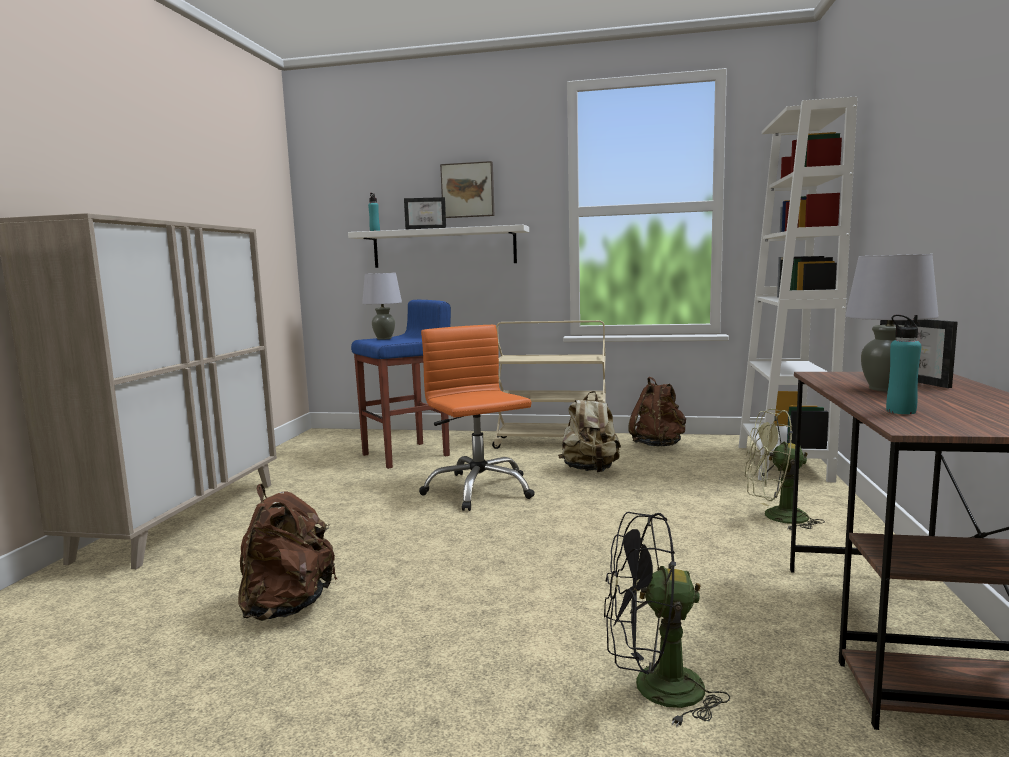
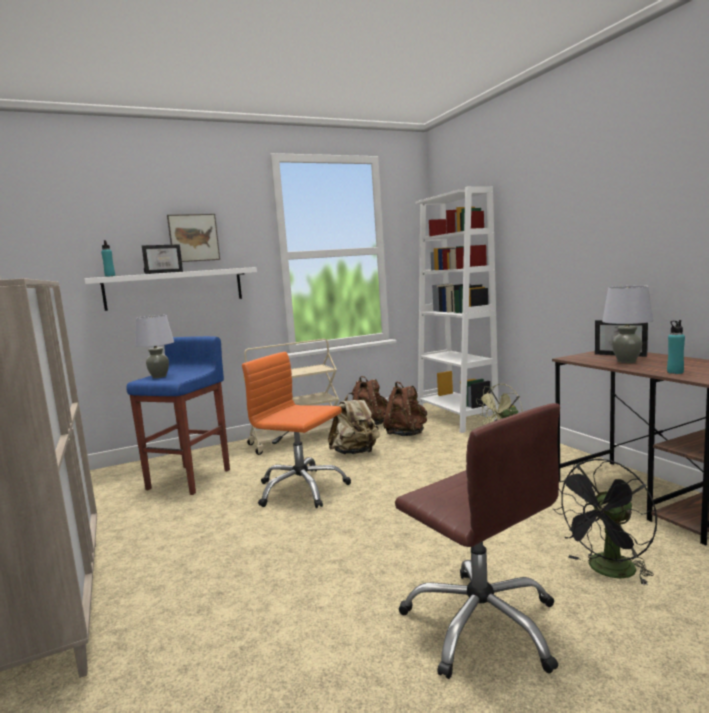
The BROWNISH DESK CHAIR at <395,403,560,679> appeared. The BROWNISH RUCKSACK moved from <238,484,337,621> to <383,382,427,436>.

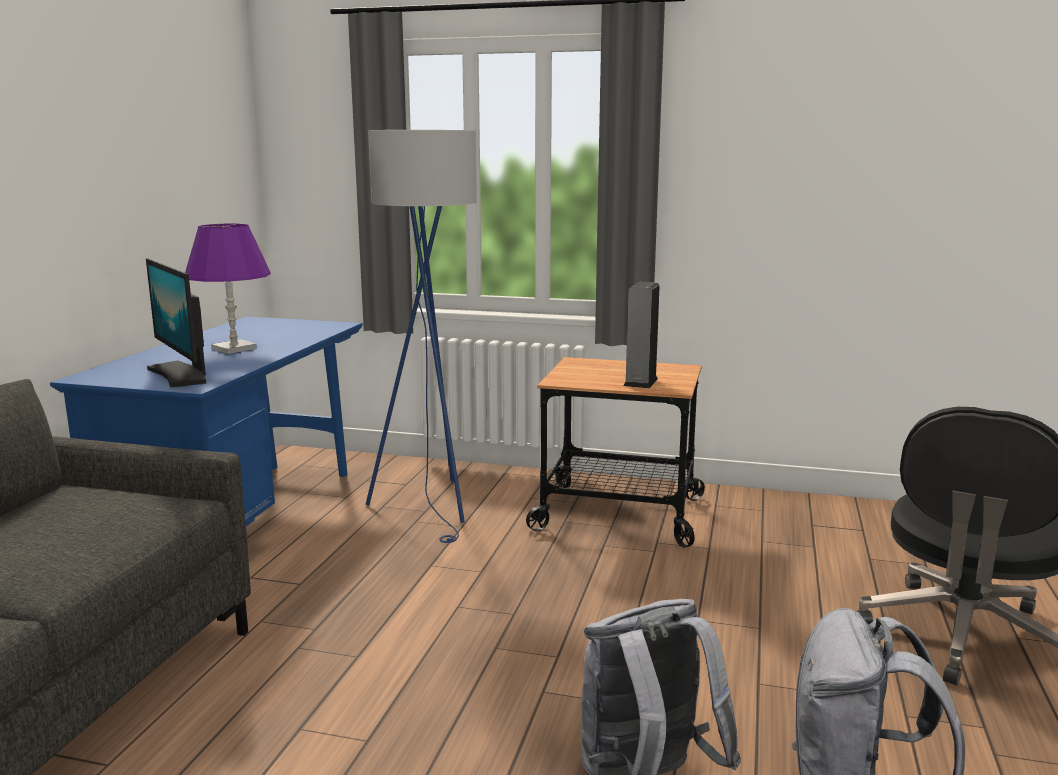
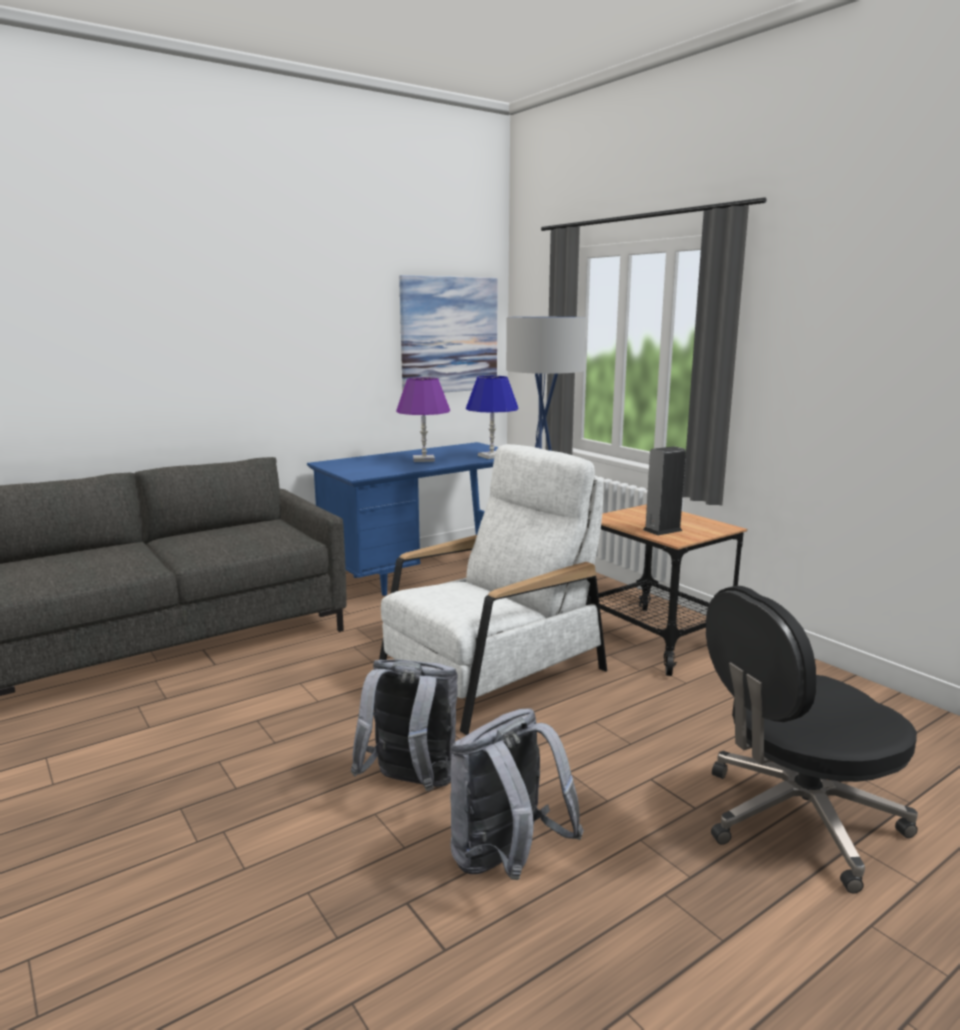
The COMPUTER DISPLAY at <146,258,207,387> disappeared. The WHITE ARMCHAIR at <379,444,607,735> appeared. The PICTURE at <399,275,498,393> appeared. The BLUE-COLOURED TABLETOP LAMP at <466,376,519,459> appeared.

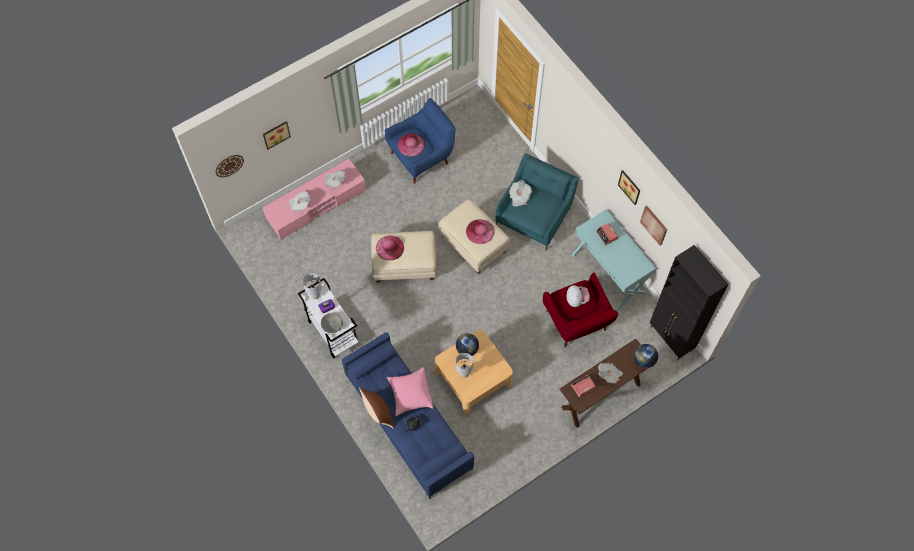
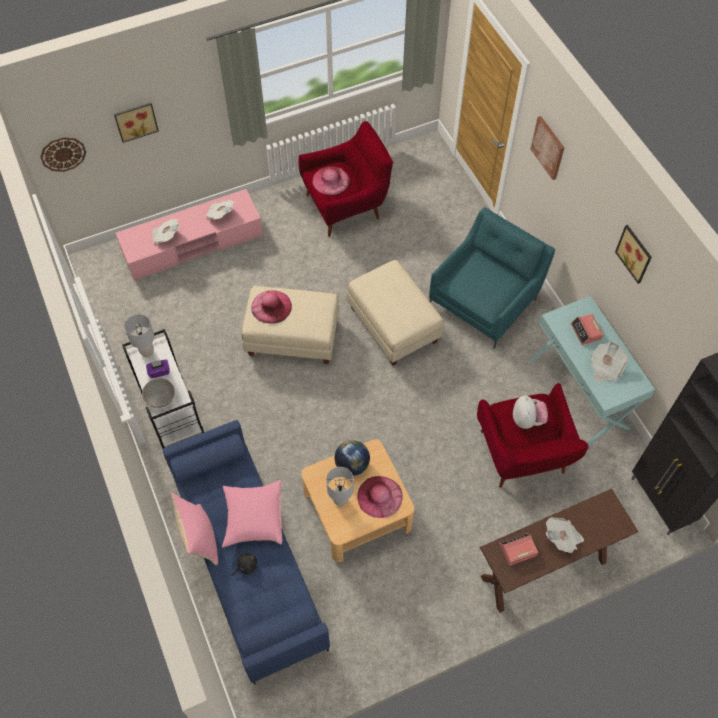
The DESK GLOBE at <634,344,658,368> disappeared. The PINK-COLOURED WEARABLE HAT moved from <466,219,494,244> to <357,476,402,518>. The PRINTED PAPER moved from <509,180,532,207> to <591,341,628,382>. The PICTURE moved from <640,206,667,245> to <531,116,565,180>. The BROWNISH THROW PILLOW at <359,387,394,428> became the PINK-COLOURED THROW PILLOW at <171,492,218,565>. The BLUE-COLOURED ARMCHAIR at <385,98,456,184> became the RED ARMCHAIR at <299,121,393,237>.

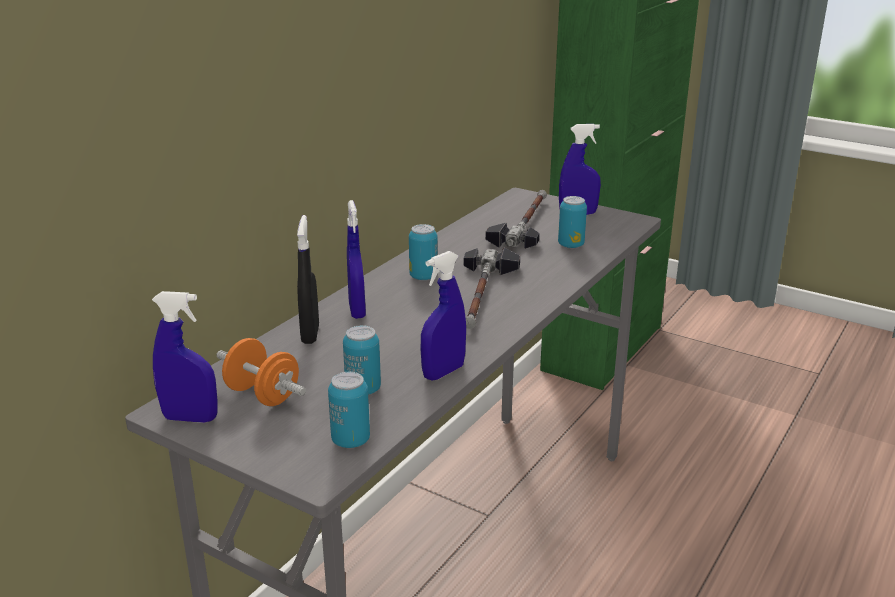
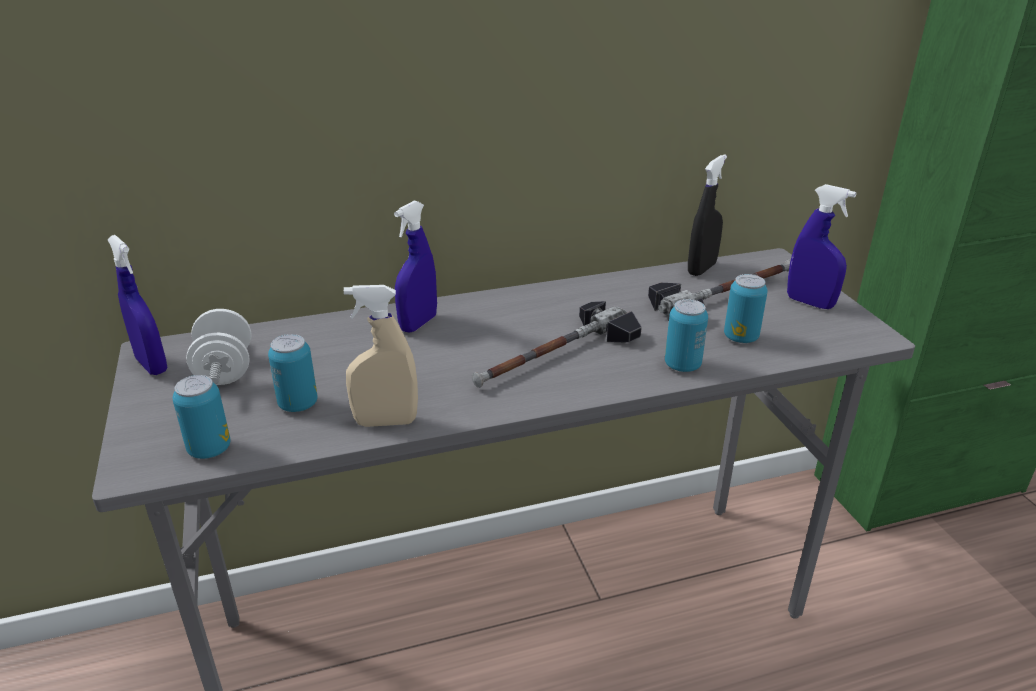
The BLACKISH SPRAYER moved from <297,215,319,344> to <688,154,727,276>. The CAN moved from <409,224,438,280> to <665,299,708,372>. The ORANGEY FREE WEIGHT at <217,338,306,406> became the WHITE FREE WEIGHT at <186,309,252,385>. The BLUE-COLOURED SPRAYER at <421,251,466,380> became the BEIGE-COLOURED SPRAYER at <344,285,418,427>.

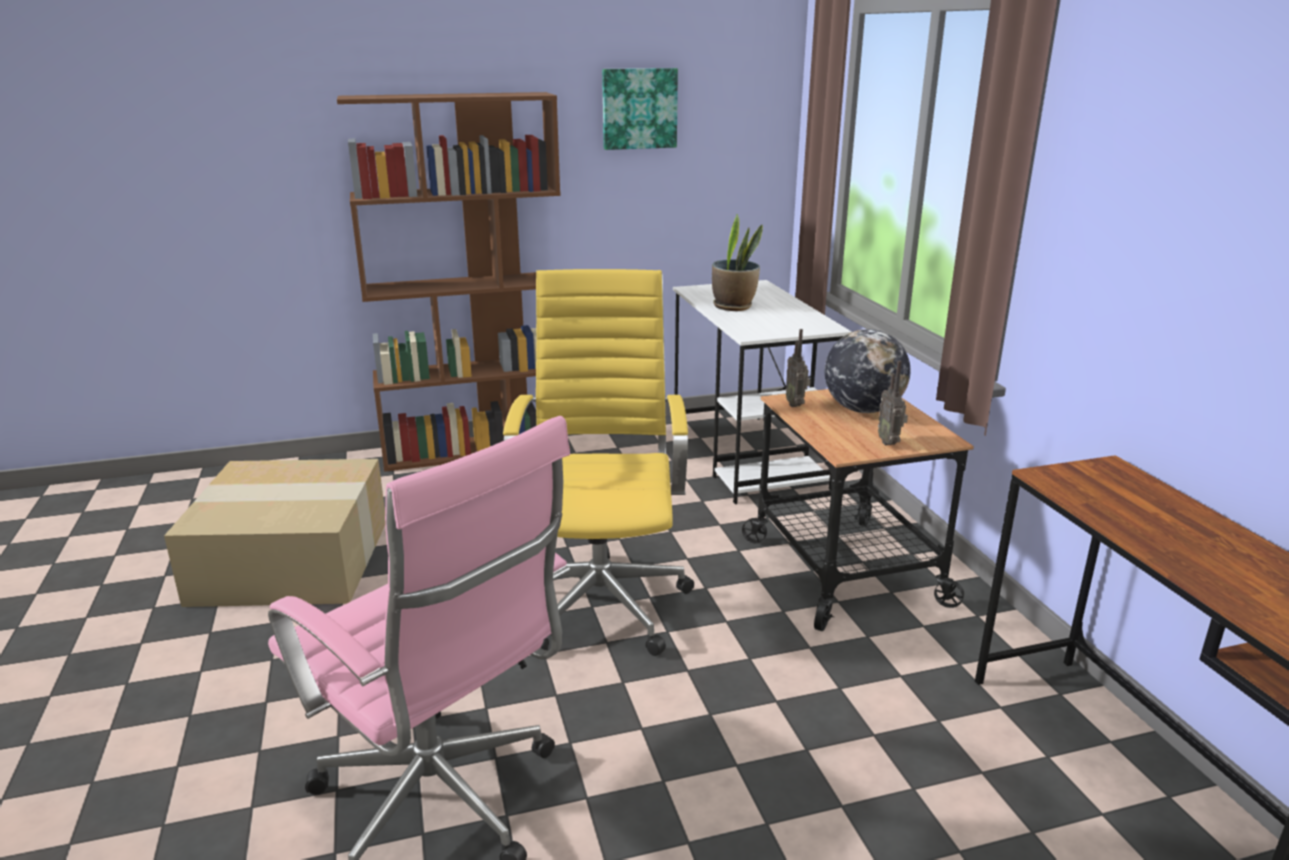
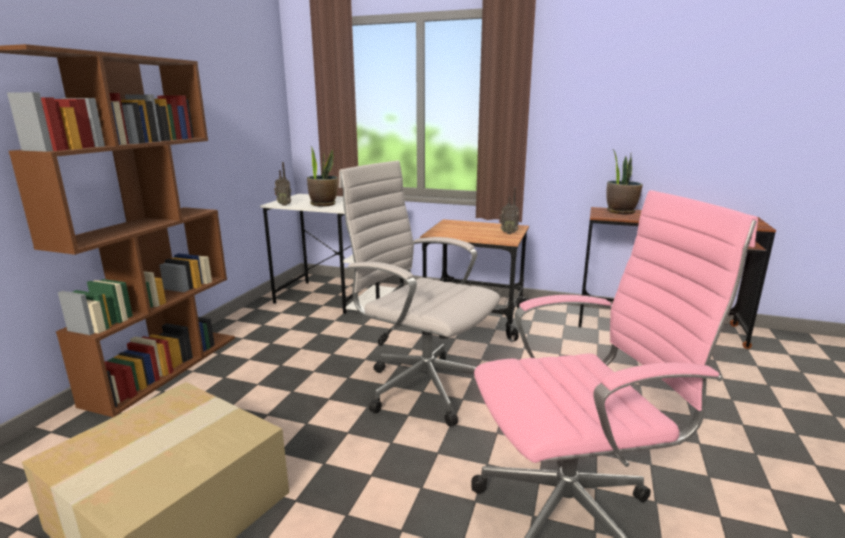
The PICTURE at <602,68,678,150> disappeared. The DESK GLOBE at <825,329,911,413> disappeared. The HOUSEPLANT at <606,150,643,214> appeared. The RADIO SET moved from <786,329,811,407> to <274,162,291,206>. The YELLOW DESK CHAIR at <503,269,694,656> became the WHITE DESK CHAIR at <339,161,500,427>.

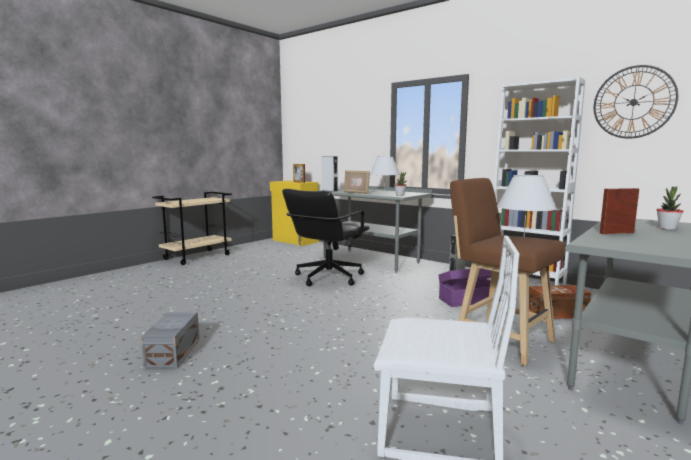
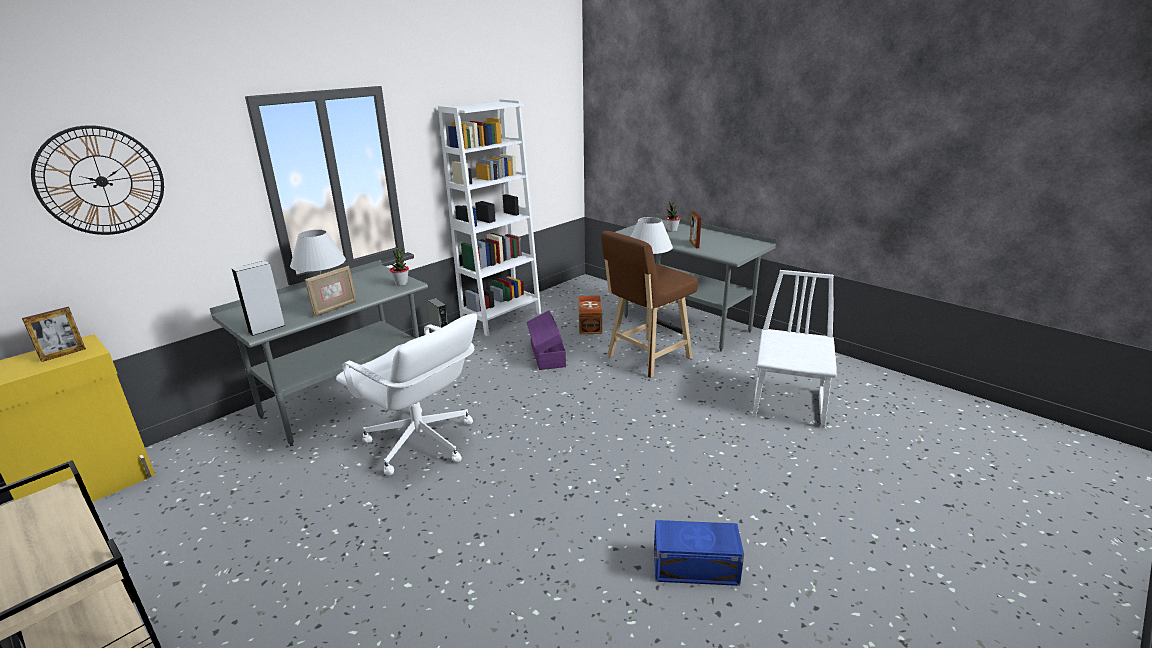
The WALL CLOCK moved from <594,65,678,139> to <31,125,164,235>. The GREYISH STORAGE BIN at <141,312,199,369> became the BLUE-COLOURED STORAGE BIN at <654,520,744,586>. The BLACKISH DESK CHAIR at <282,189,370,286> became the WHITE DESK CHAIR at <336,314,477,475>.

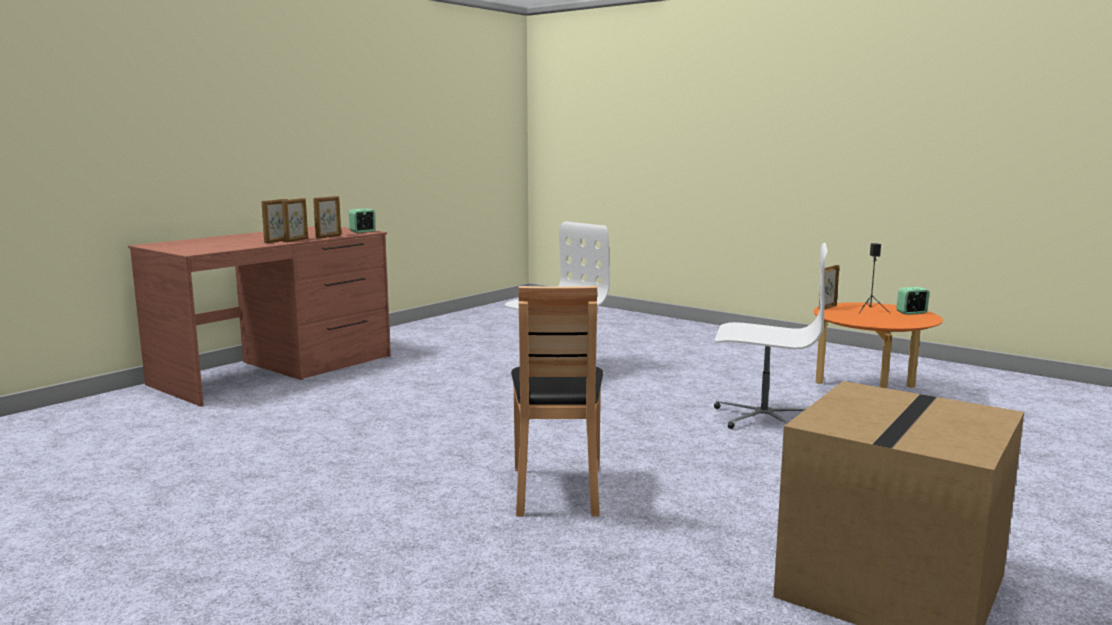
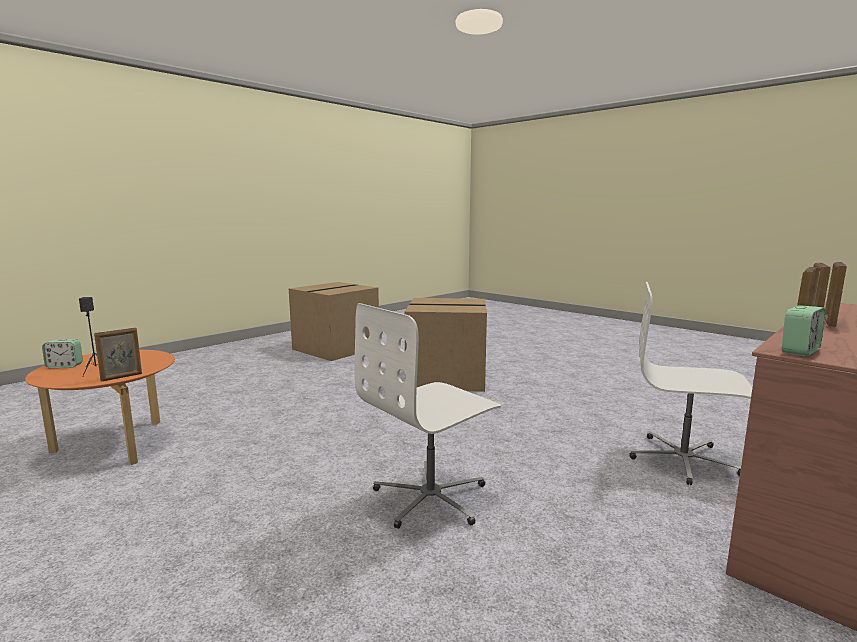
The WHITE DESK CHAIR moved from <714,243,828,429> to <630,282,752,485>. The BROWNISH PLAIN CHAIR at <511,286,603,517> was replaced by the CARTON at <404,298,487,392>.

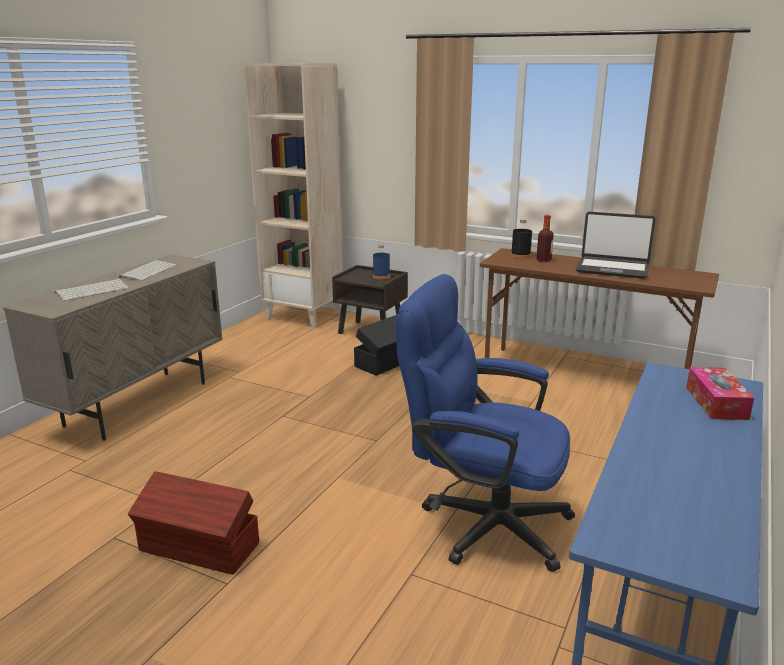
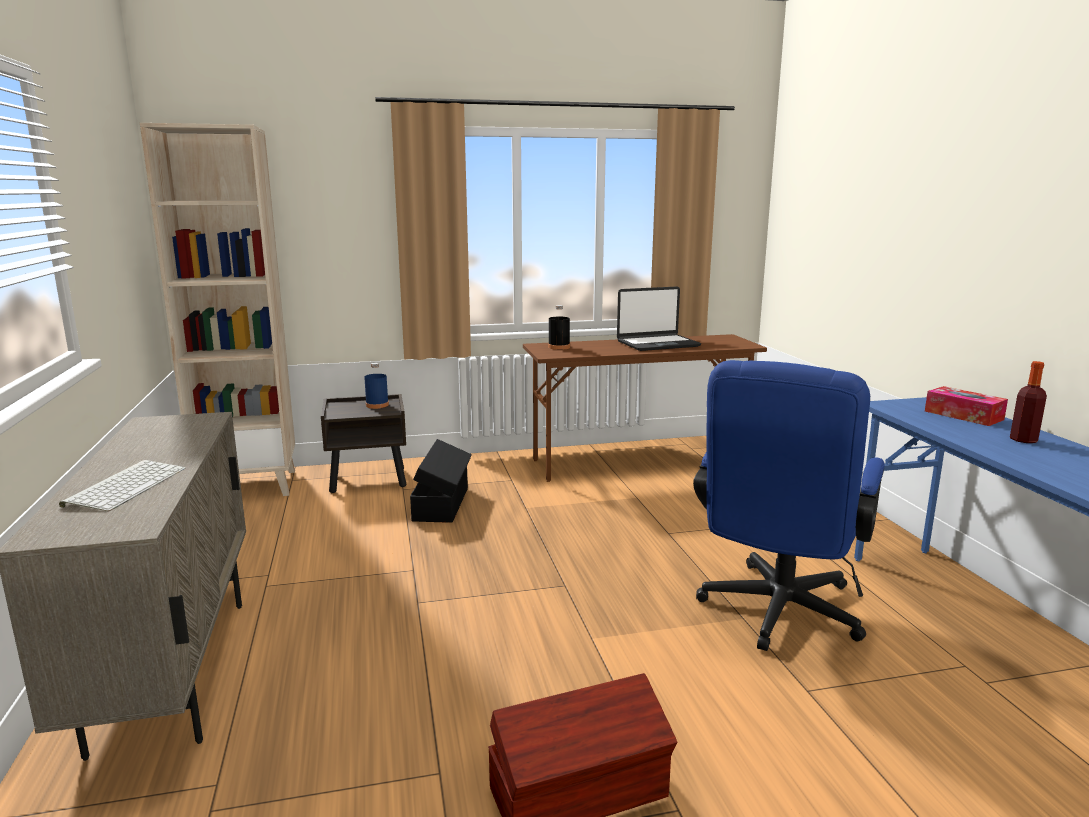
The KEYBOARD at <119,260,176,281> disappeared. The DRINK BOTTLE moved from <536,215,554,262> to <1010,361,1047,443>. The BLUE-COLOURED DESK CHAIR at <396,274,575,572> turned 45 degrees counterclockwise.

